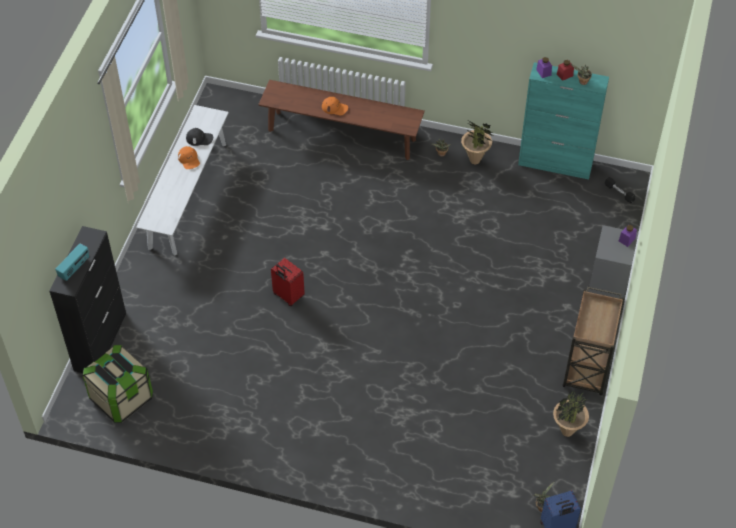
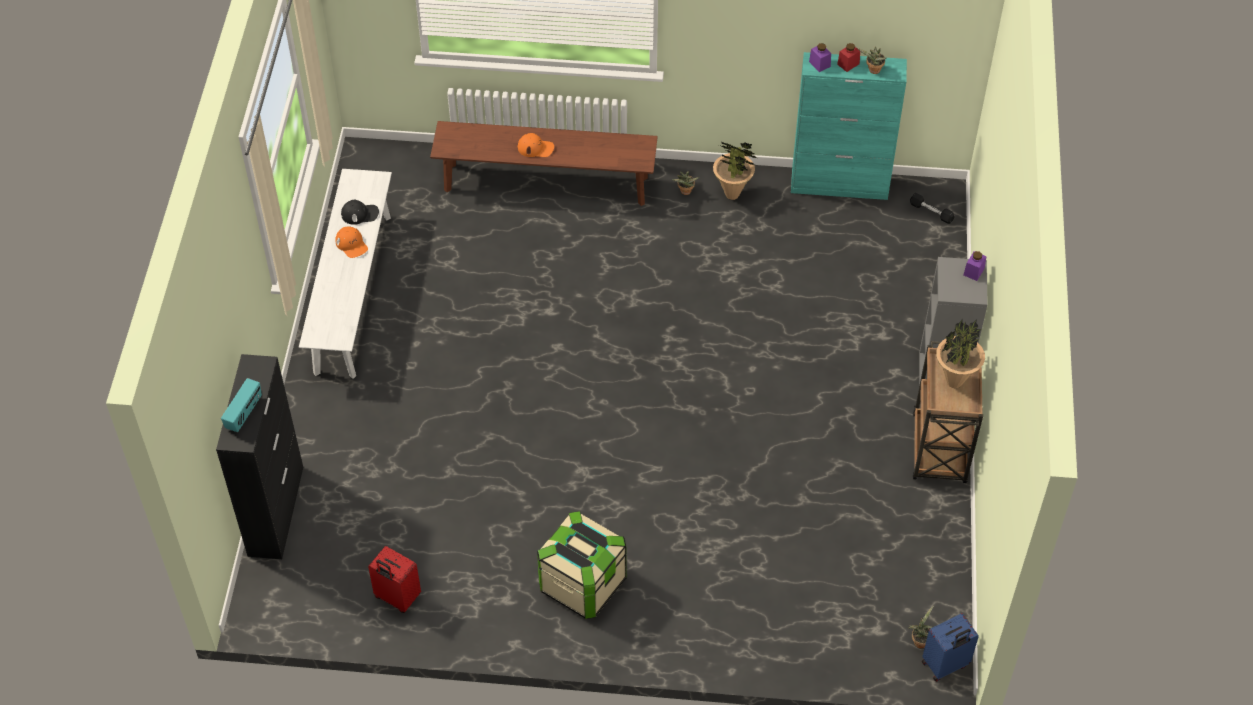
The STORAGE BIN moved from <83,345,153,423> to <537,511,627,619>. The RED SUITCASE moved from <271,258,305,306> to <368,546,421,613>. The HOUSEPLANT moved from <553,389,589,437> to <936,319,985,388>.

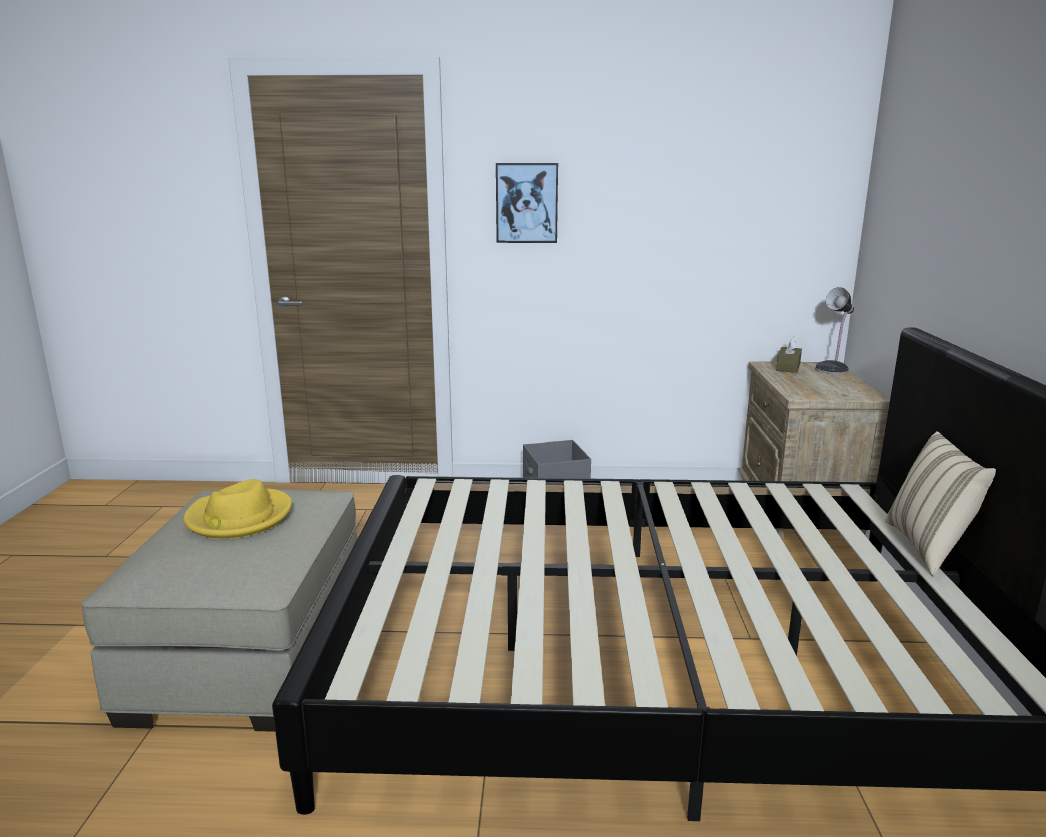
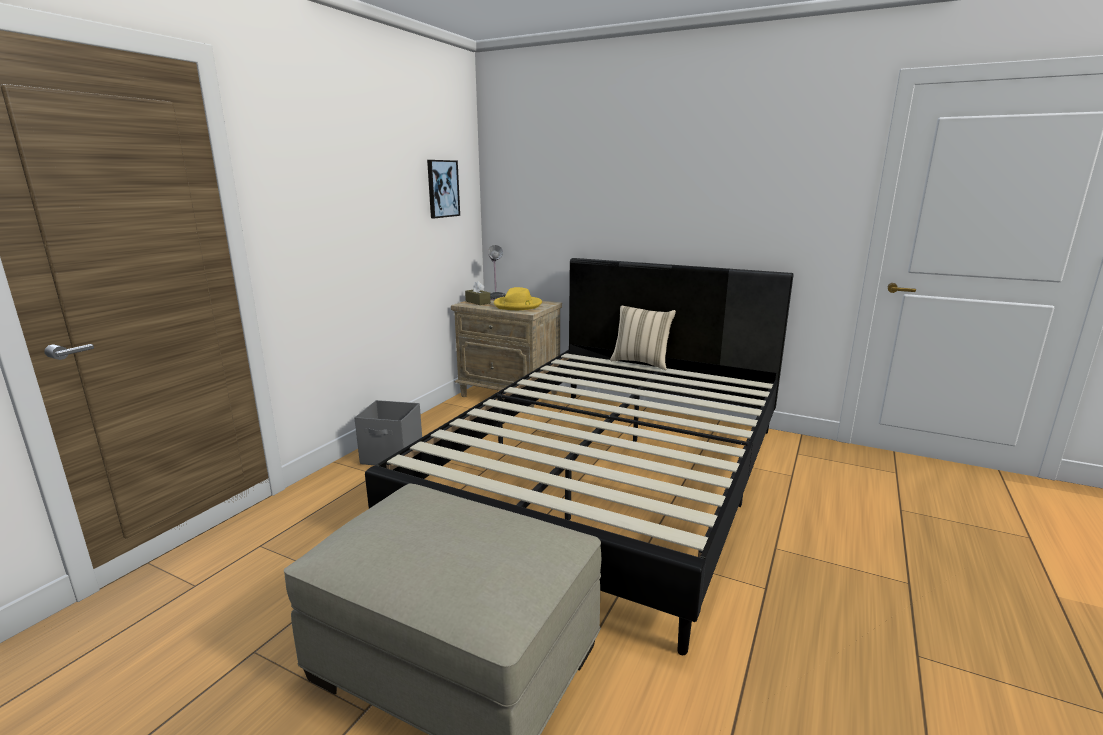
The YELLOW WEARABLE HAT moved from <183,479,292,539> to <494,287,542,310>. The PICTURE moved from <496,163,558,243> to <427,160,460,218>.

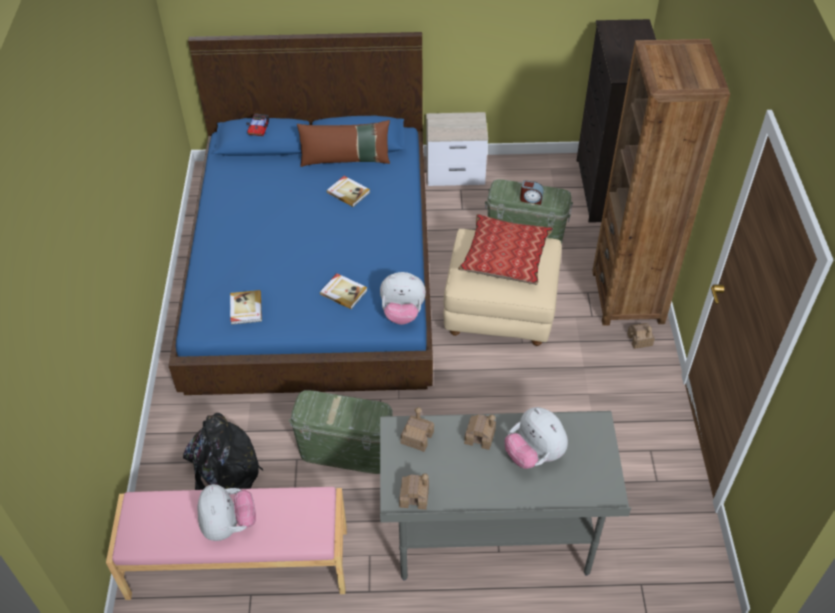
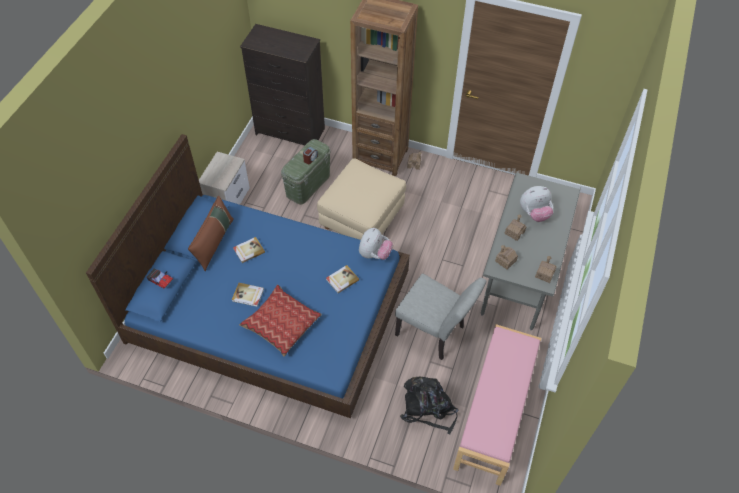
The CUDDLY TOY at <198,484,256,541> disappeared. The VOLUME moved from <230,290,262,325> to <232,283,264,307>. The THROW PILLOW moved from <458,214,554,285> to <239,284,322,357>. The GREEN-COLOURED STORAGE BIN at <289,390,393,474> was replaced by the GREYISH PLAIN CHAIR at <395,274,487,360>.

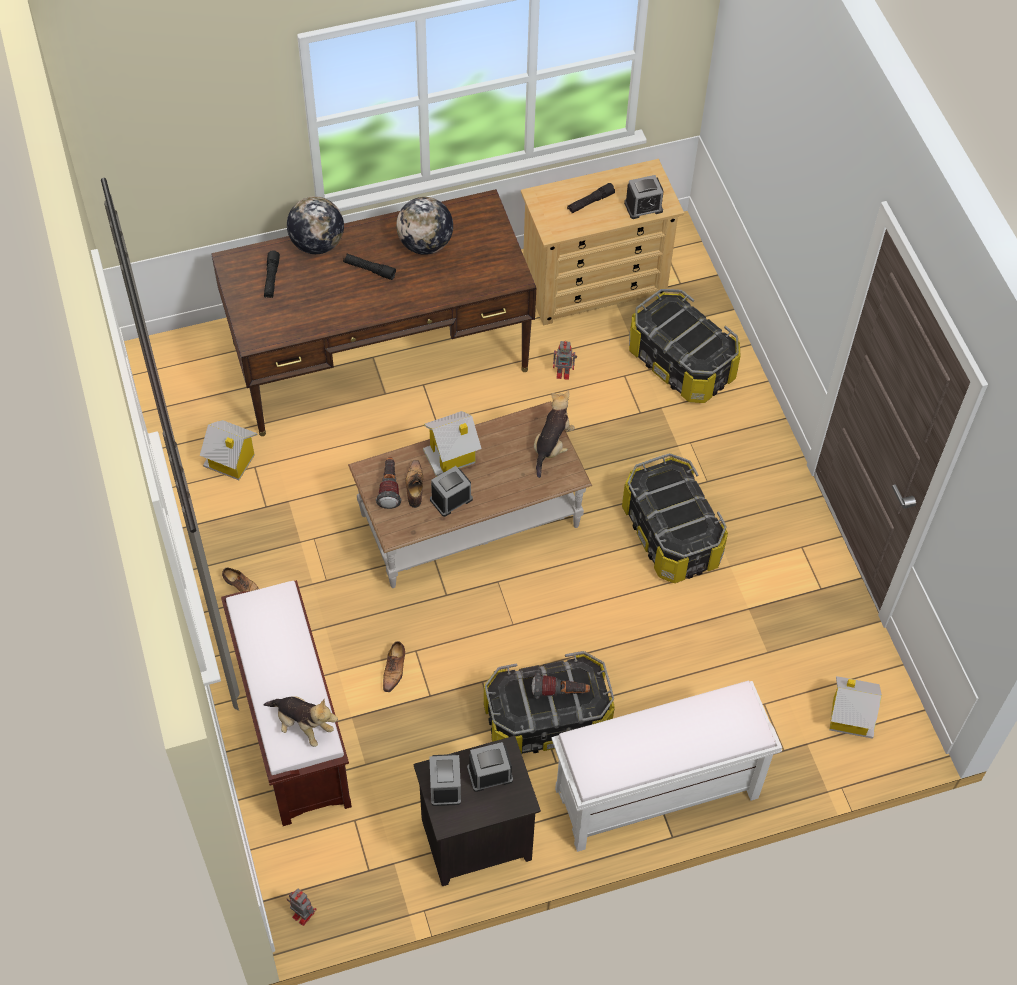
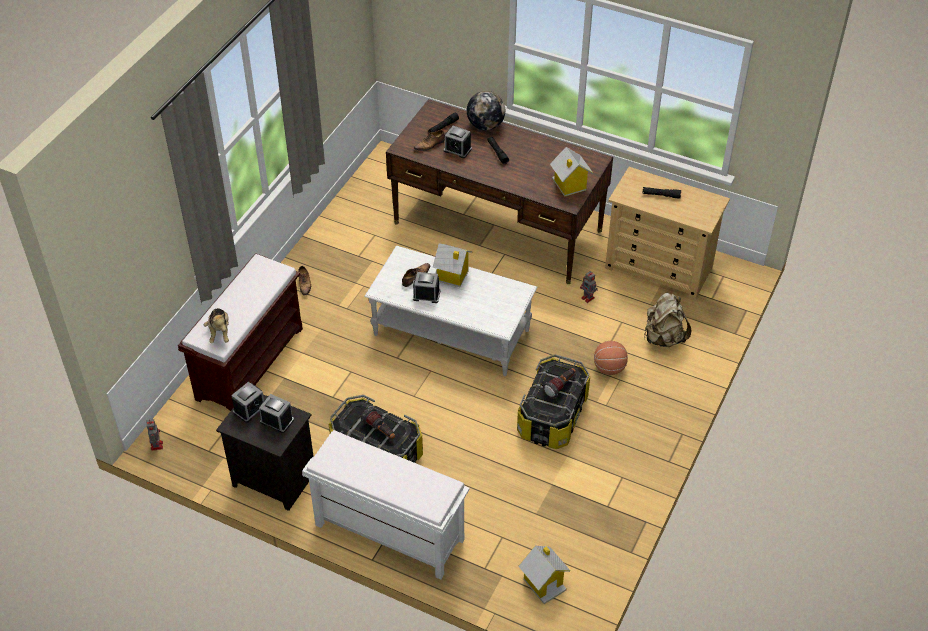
The DESK GLOBE at <396,197,453,255> disappeared. The CUDDLY TOY at <534,391,575,478> disappeared. The BALL FOR BASKETBALL at <594,341,628,375> appeared. The MODEL HOUSE moved from <200,420,258,480> to <550,147,593,197>. The TORCH moved from <376,457,402,509> to <543,368,576,399>. The LOW SHOE moved from <383,641,405,692> to <414,130,445,151>. The BEDSIDE CLOCK moved from <624,175,664,219> to <444,126,472,158>. The STORAGE BIN at <629,289,741,403> was replaced by the BEIGE-COLOURED RUCKSACK at <644,293,691,347>. The BROWNISH COFFEE TABLE at <348,401,592,588> became the WHITE COFFEE TABLE at <364,245,537,376>.

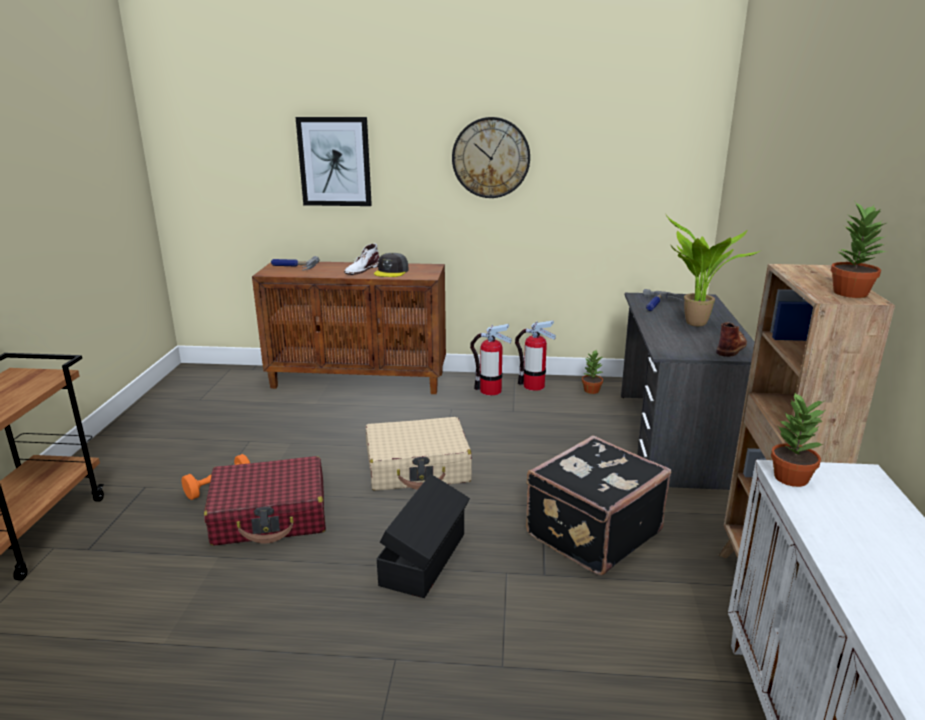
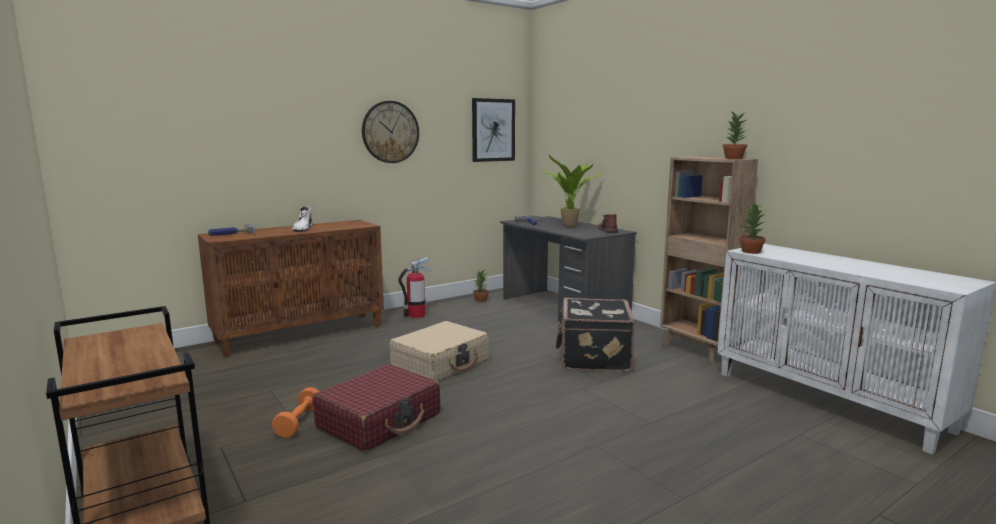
The GREYISH PEAKED CAP at <374,253,409,277> disappeared. The BLACKISH STORAGE BIN at <377,474,470,598> disappeared. The FIRE-FIGHTING CYLINDER at <515,321,556,391> disappeared. The PICTURE moved from <296,117,372,206> to <472,98,515,162>.

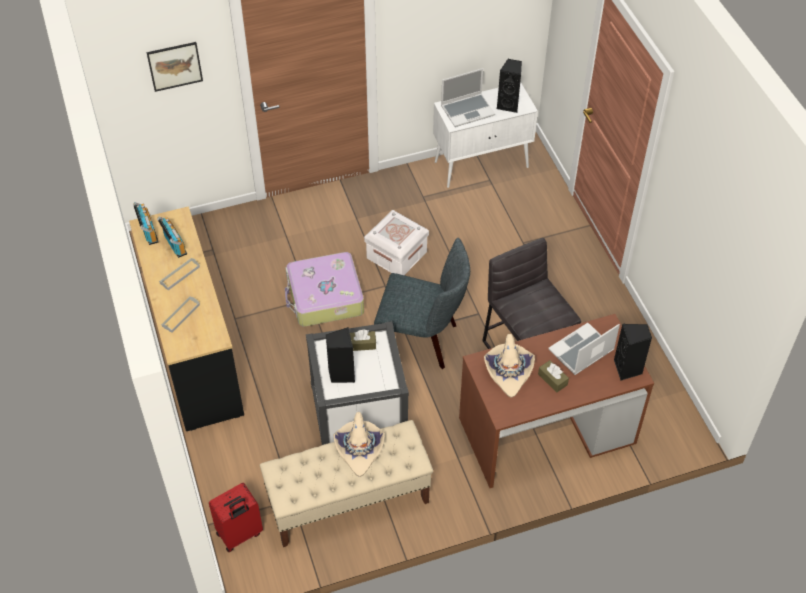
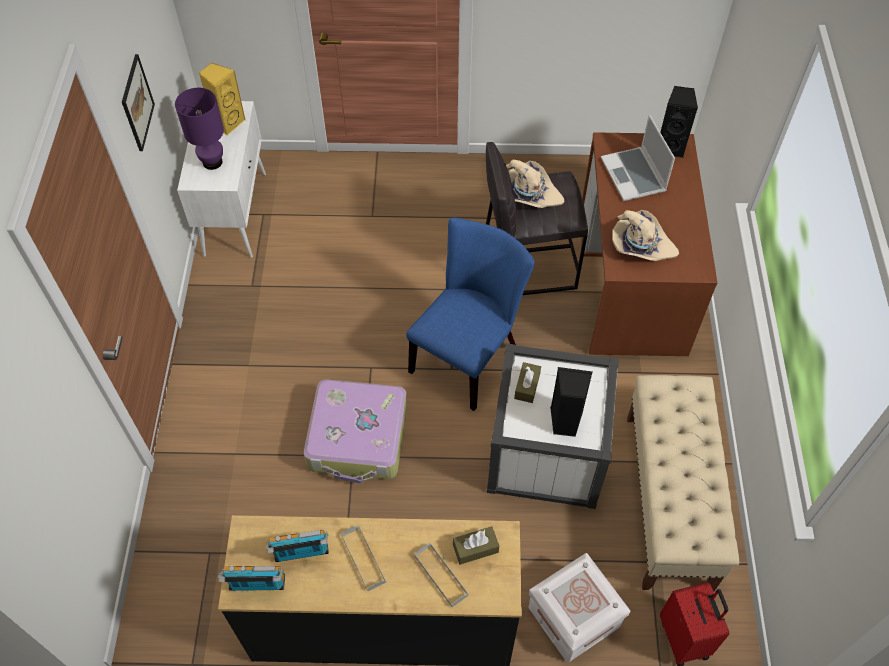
The PICTURE moved from <146,42,203,92> to <122,54,155,151>. The BEIGE-COLOURED WEARABLE HAT moved from <334,412,385,477> to <506,160,565,208>. The WHITE STORAGE BIN moved from <364,210,429,275> to <528,553,630,662>. The BROWNISH TISSUE BOX moved from <538,360,569,393> to <453,526,499,565>. The NOTEBOOK COMPUTER at <441,68,495,127> was replaced by the PURPLE-COLOURED TABLETOP LAMP at <175,88,224,170>. The GREYISH PLAIN CHAIR at <374,238,470,369> became the BLUE-COLOURED PLAIN CHAIR at <406,218,534,411>. The BLACKISH SPEAKER at <497,59,522,113> became the YELLOW SPEAKER at <199,63,246,135>.

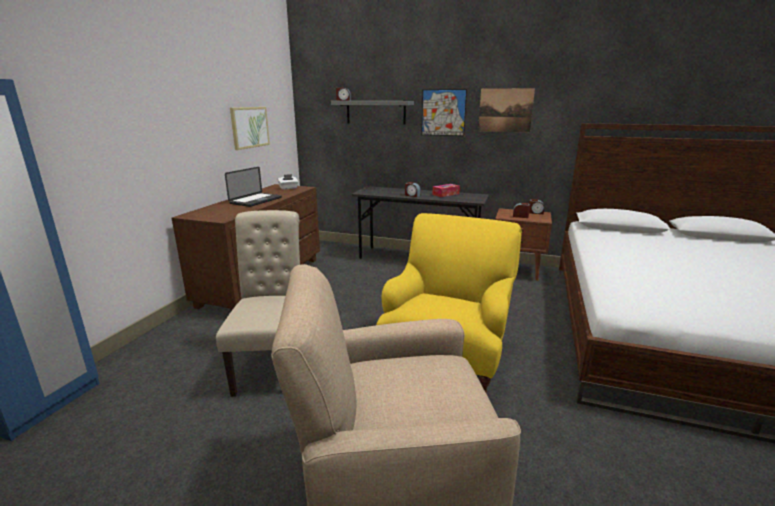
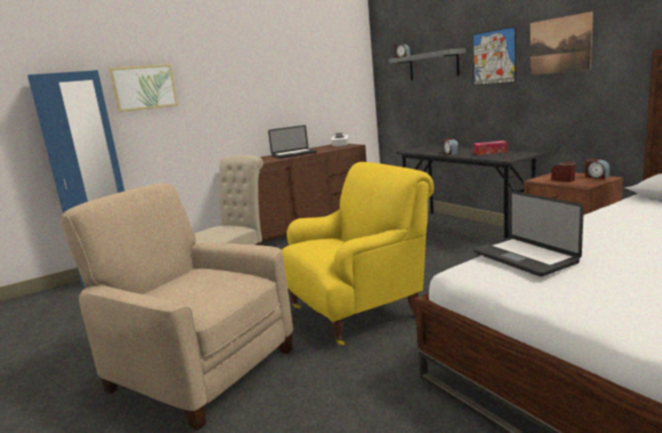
The NOTEBOOK COMPUTER at <473,191,584,277> appeared. The PICTURE moved from <230,107,270,150> to <109,64,178,112>.

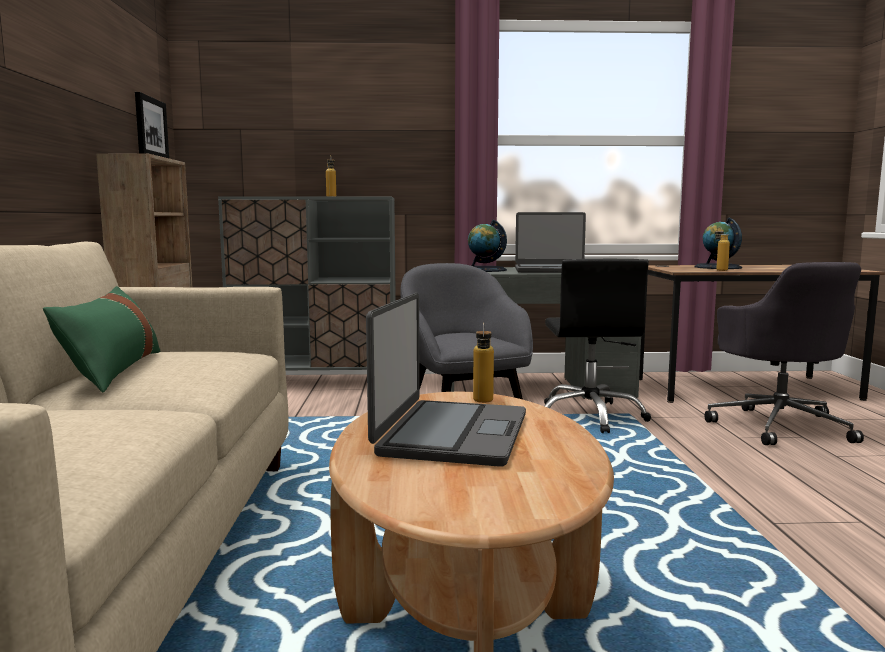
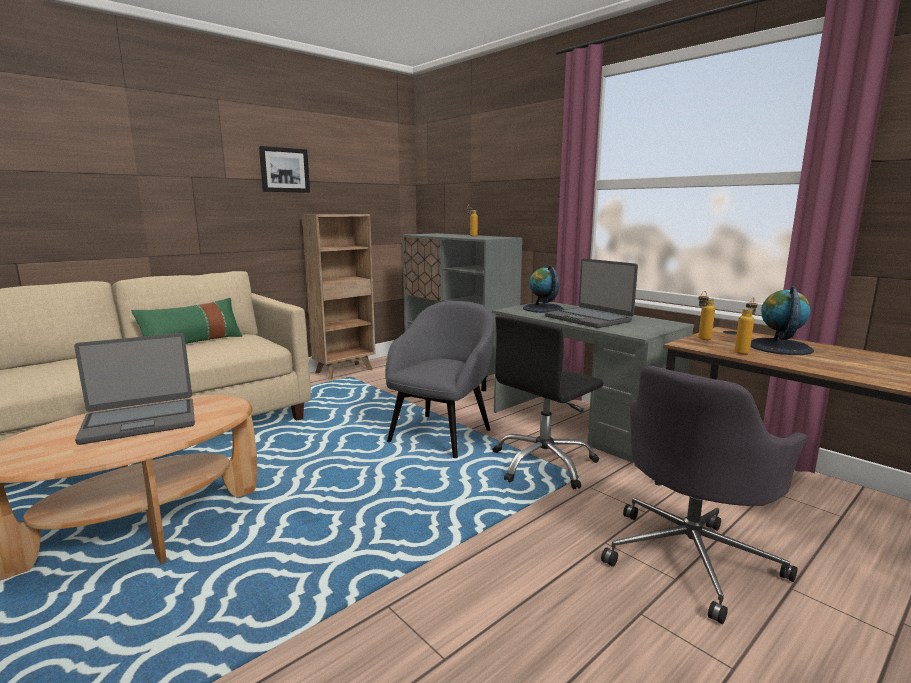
The PICTURE moved from <135,92,169,158> to <259,146,310,193>. The DRINK BOTTLE moved from <473,323,494,403> to <698,291,715,340>.

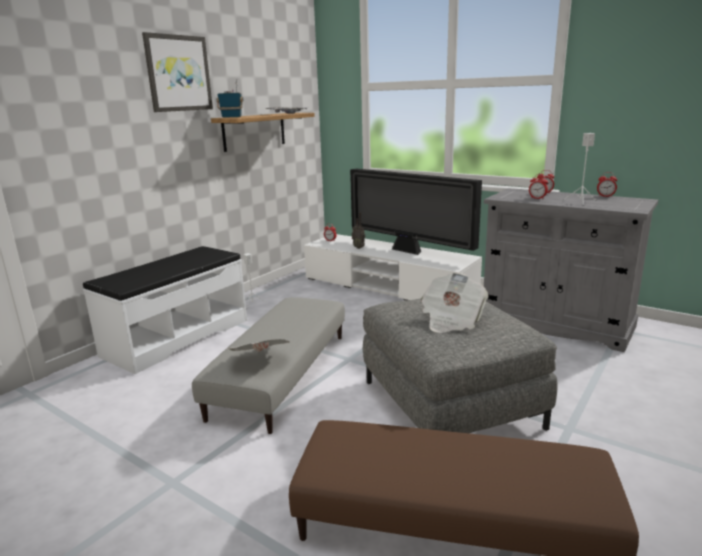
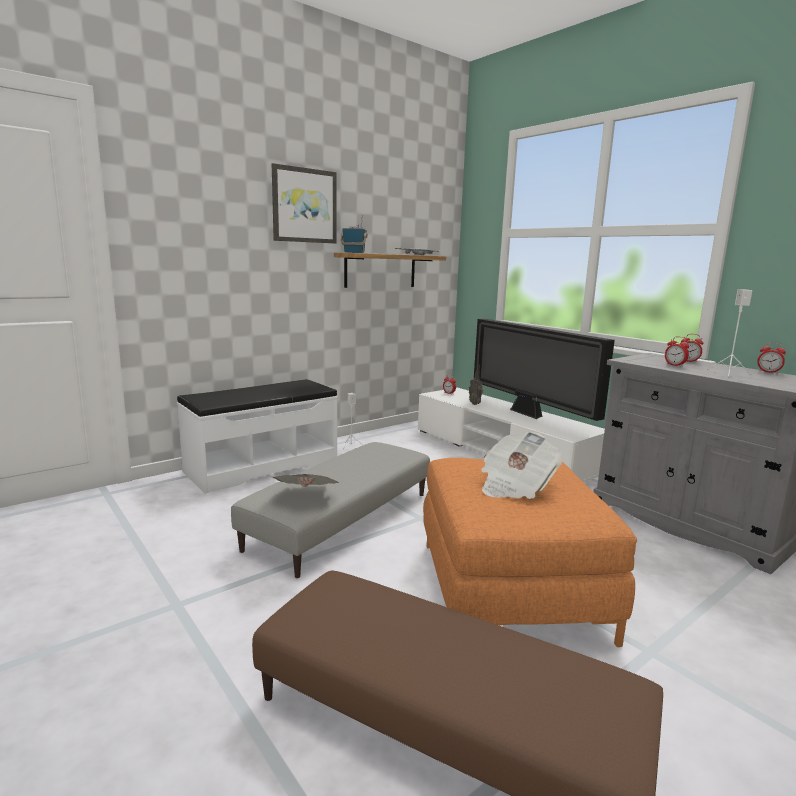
The GREYISH POUFFE at <363,298,558,433> became the ORANGEY POUFFE at <423,458,637,647>.

